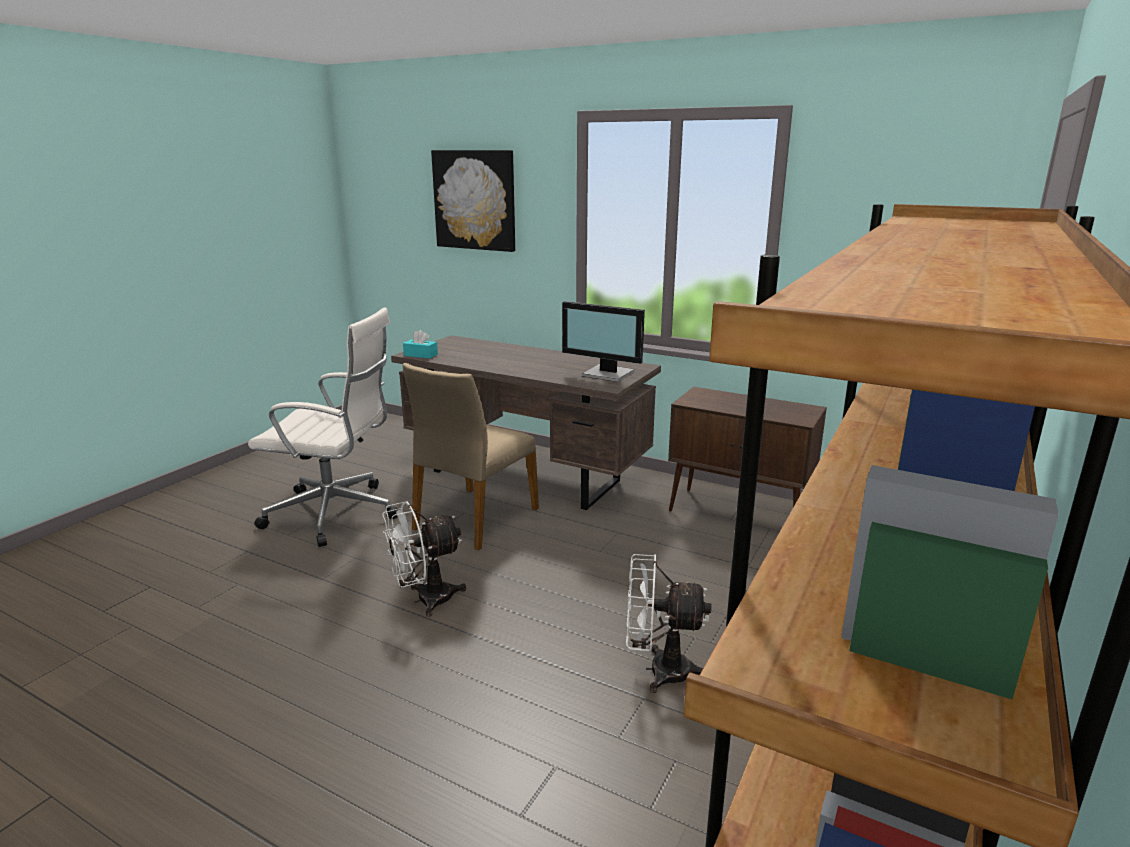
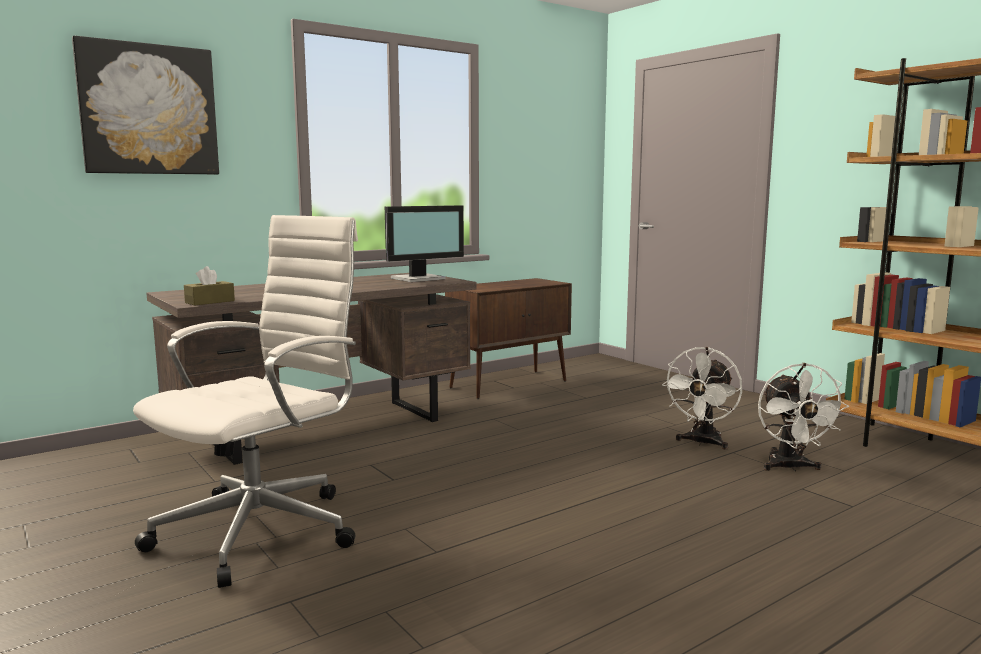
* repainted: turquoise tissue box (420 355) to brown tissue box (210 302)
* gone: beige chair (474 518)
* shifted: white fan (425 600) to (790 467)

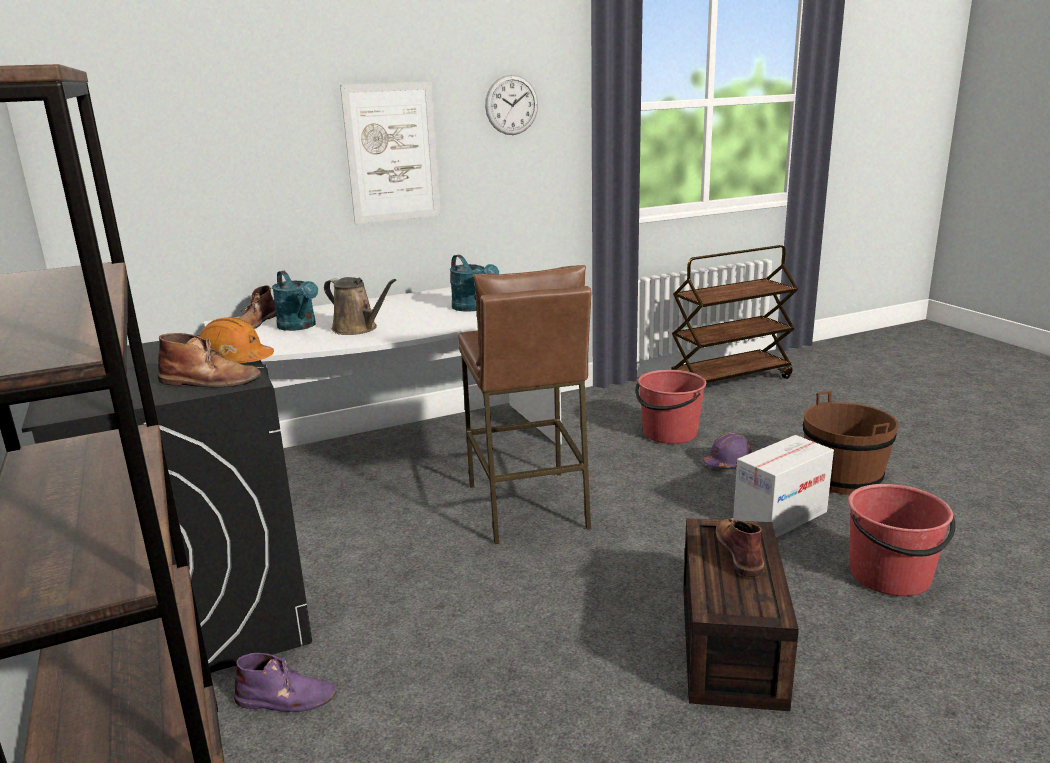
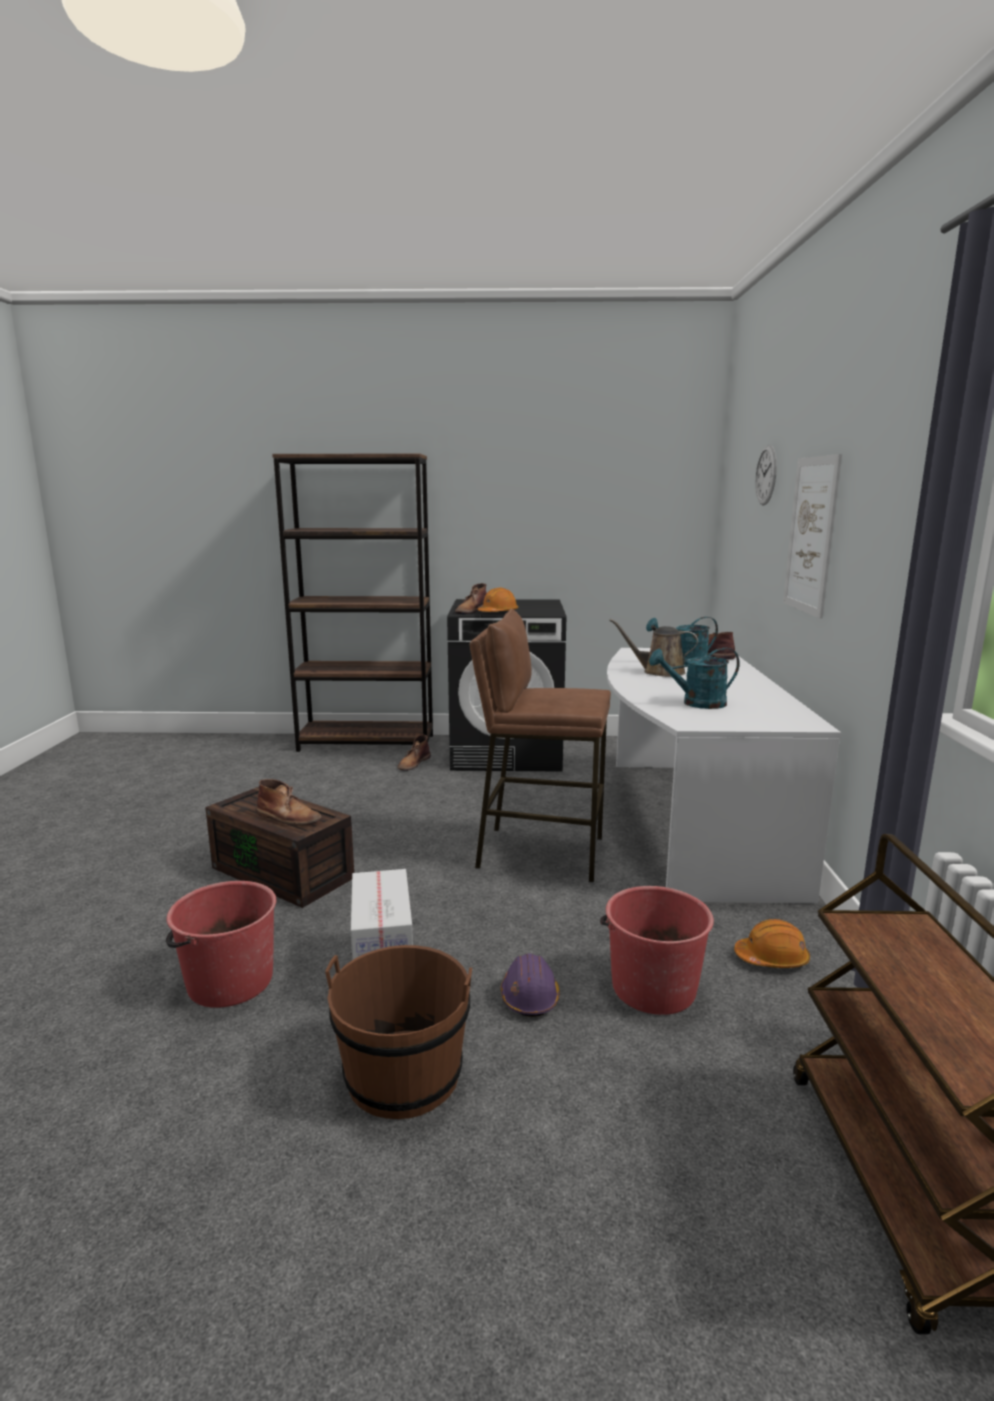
* shifted: wall clock (511 105) to (766 475)
* rotated: brown watering can (358 329) = (659 672) 45 degrees clockwise
* repainted: purple boot (286 698) to brown boot (413 763)
* new: orange hard hat (772 958)

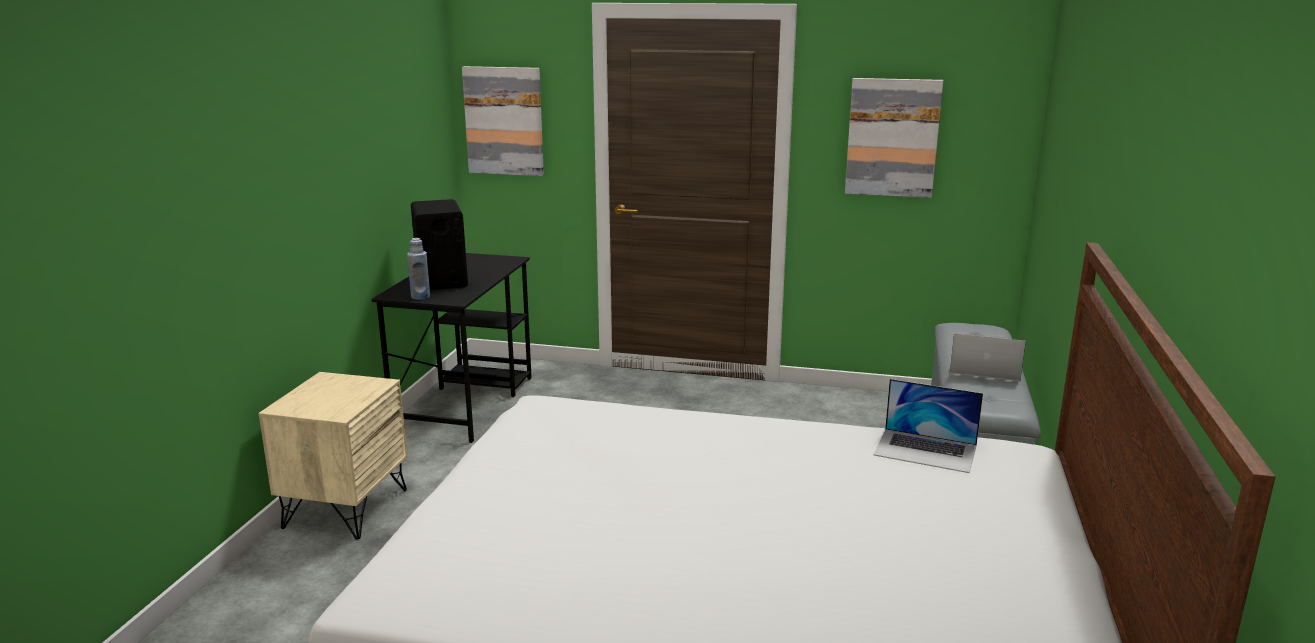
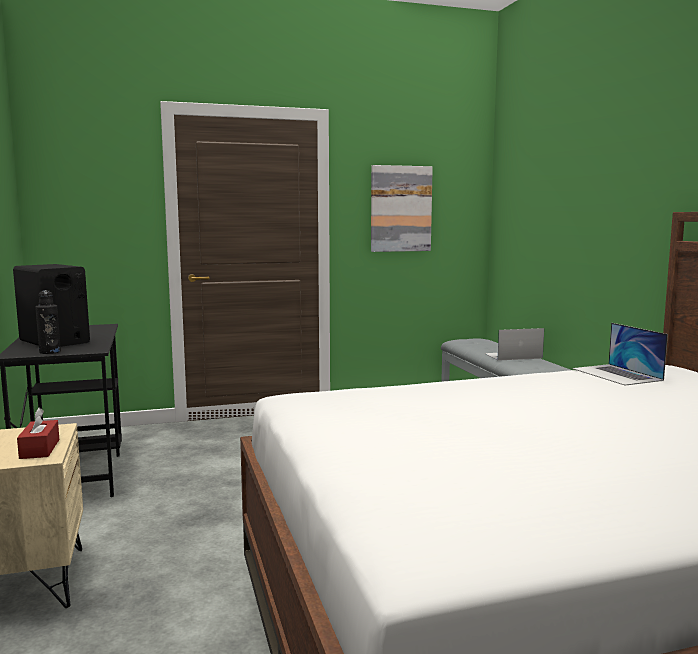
* gone: picture (504 121)
* repainted: blue bottle (420 296) to black bottle (50 352)
* rotated: laptop (926 450) = (616 374) 75 degrees clockwise
* new: red tissue box (40 449)

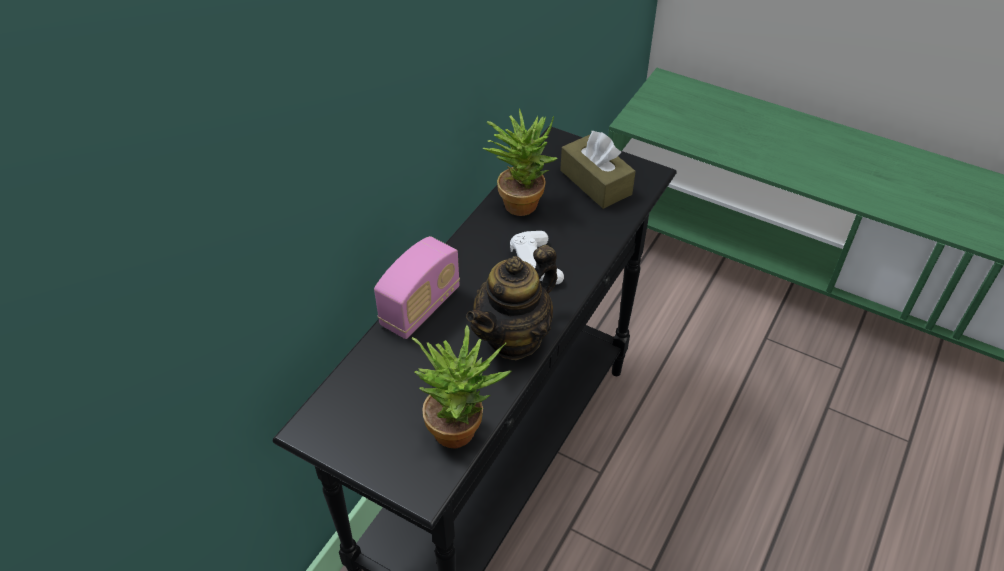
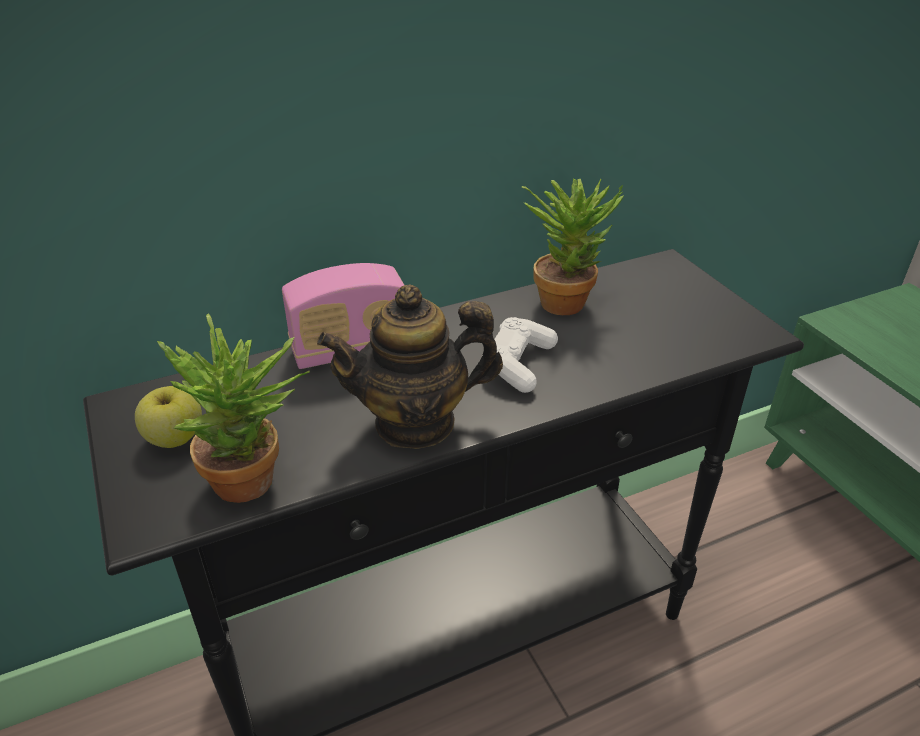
* gone: brown tissue box (595 182)
* new: apple (175 438)

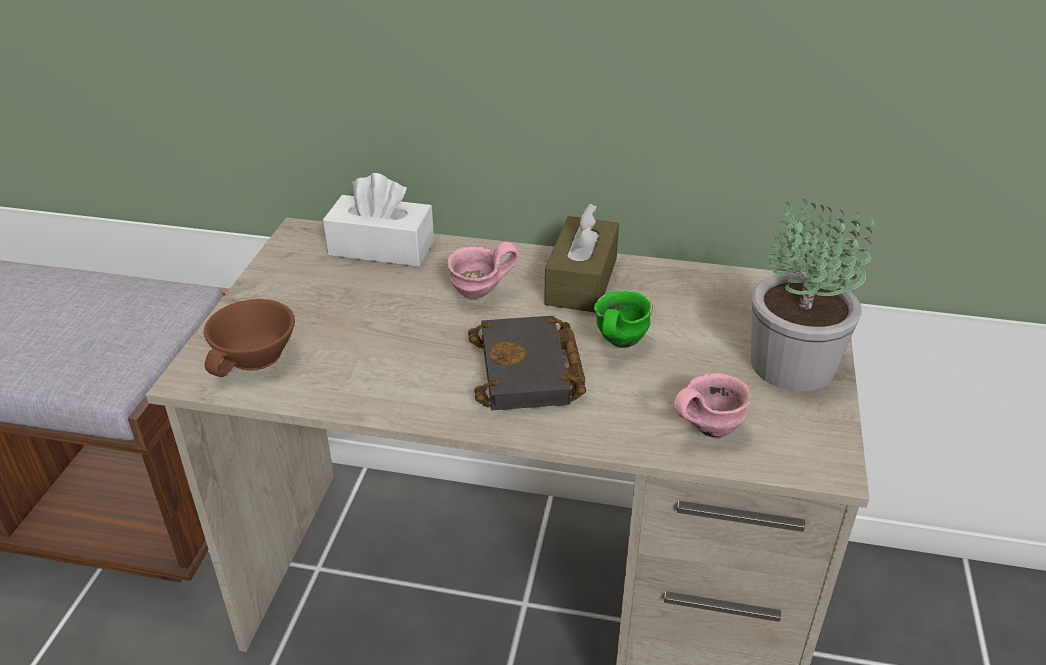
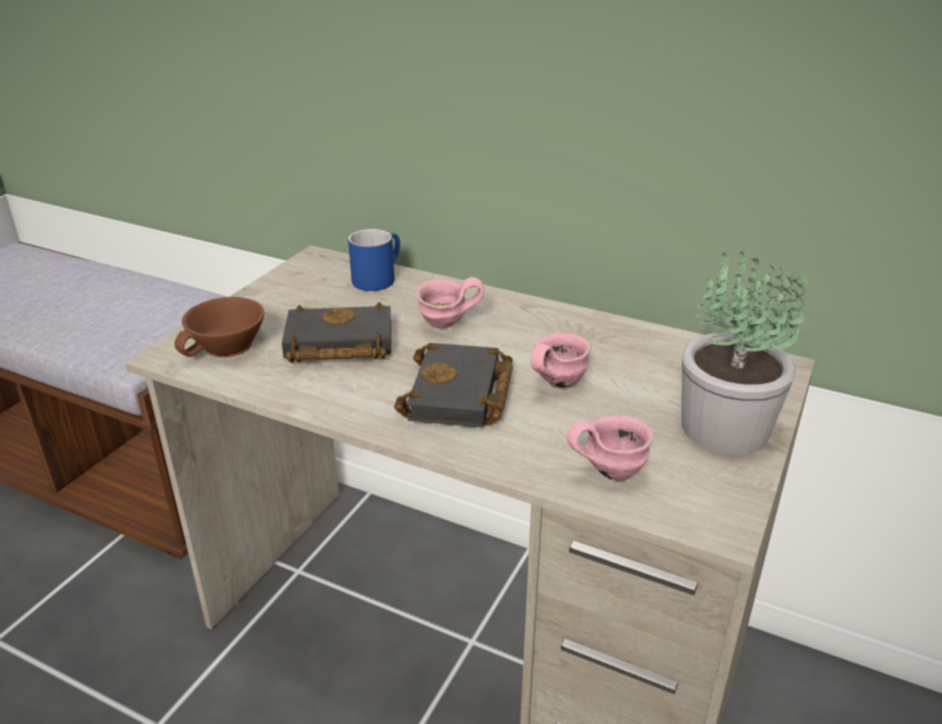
* swapped: white tissue box (381 248) to blue mug (378 278)
* gone: brown tissue box (581 281)
* repainted: green mug (616 343) to pink mug (554 383)
* new: black book (336 344)

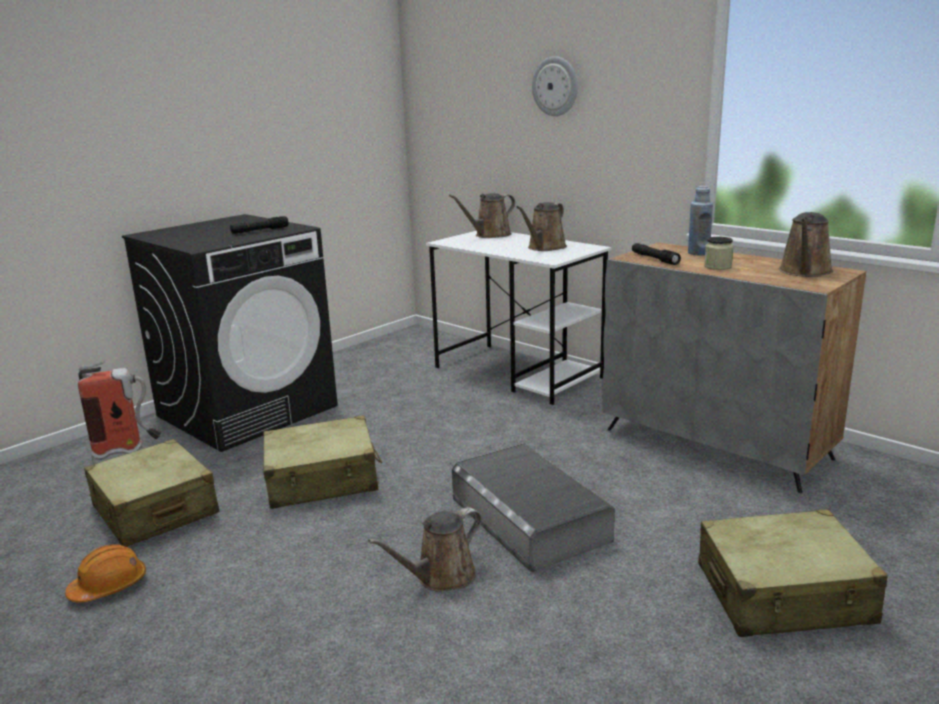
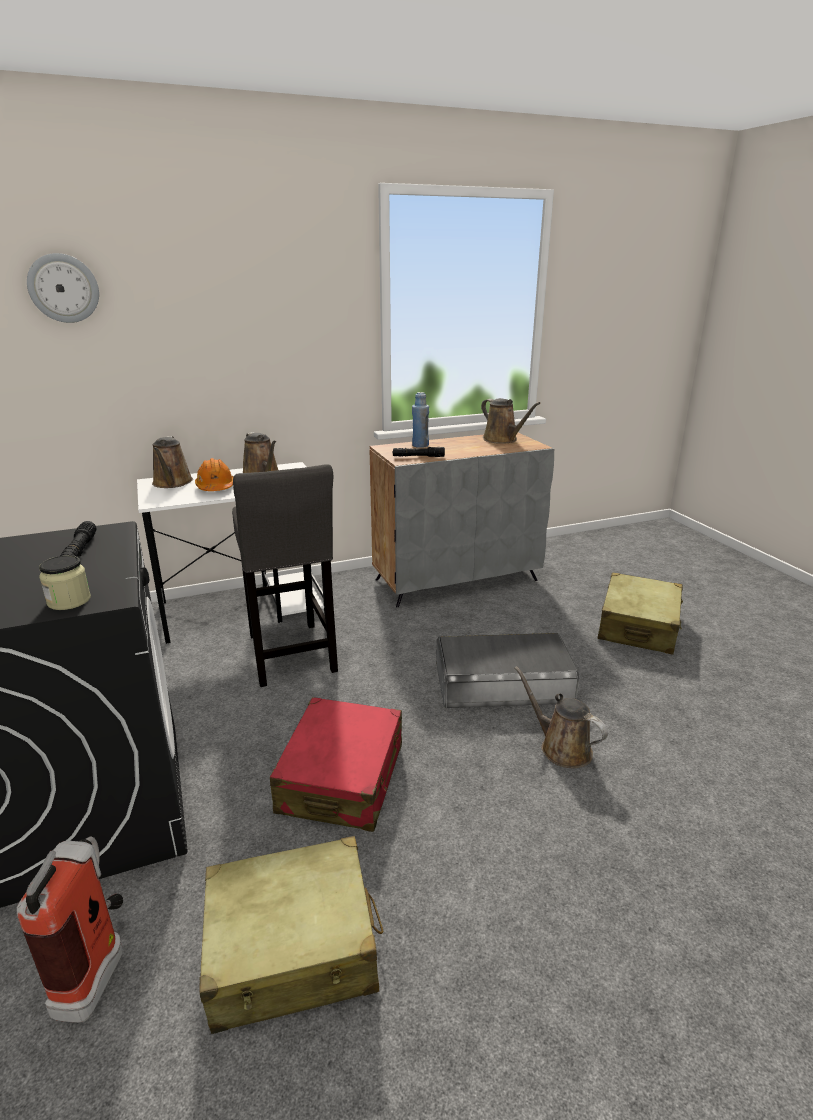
* shifted: wall clock (555 86) to (63 288)
* shifted: jar (717 266) to (69 601)
* repainted: beige suitcase (322 480) to red suitcase (342 778)
* rotated: brown watering can (440 577) = (561 747) 150 degrees clockwise
* shifted: orange hard hat (109 586) to (215 487)
* new: grey stool (291 657)

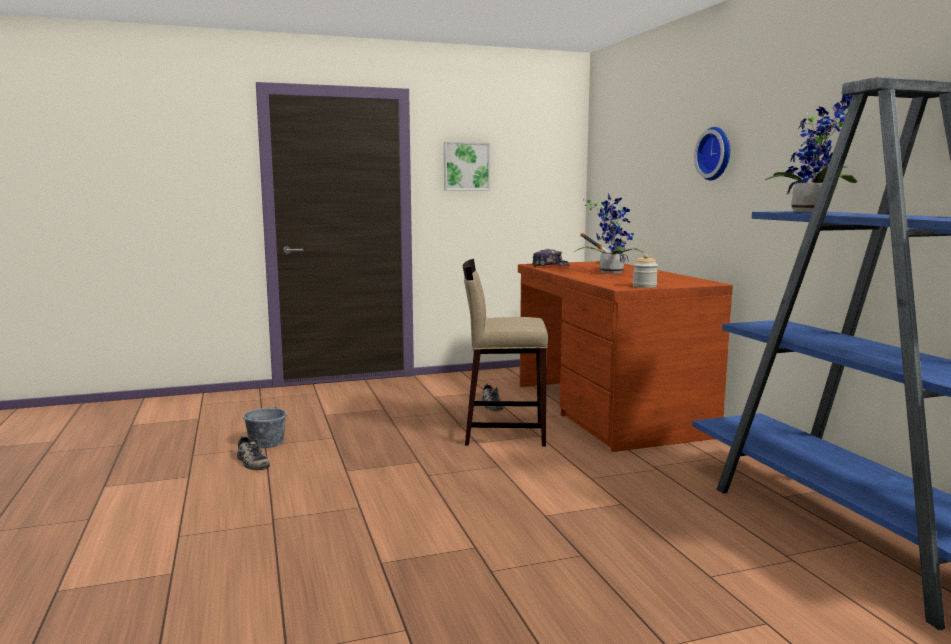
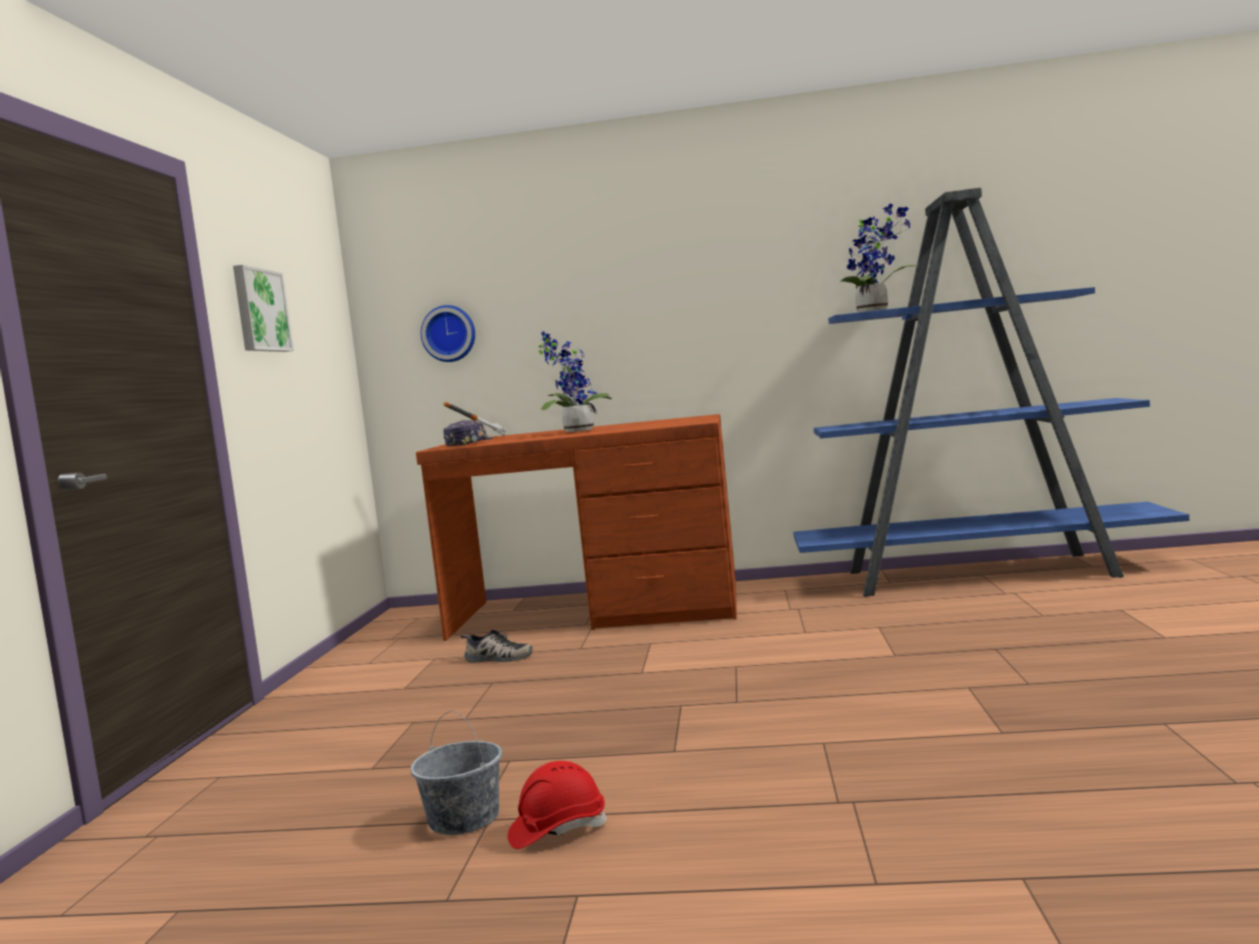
* shifted: wall clock (716 154) to (449 333)
* gone: jar (644 286)
* gone: beige stool (503 432)
* swapped: shoe (251 462) to red hard hat (557 830)

